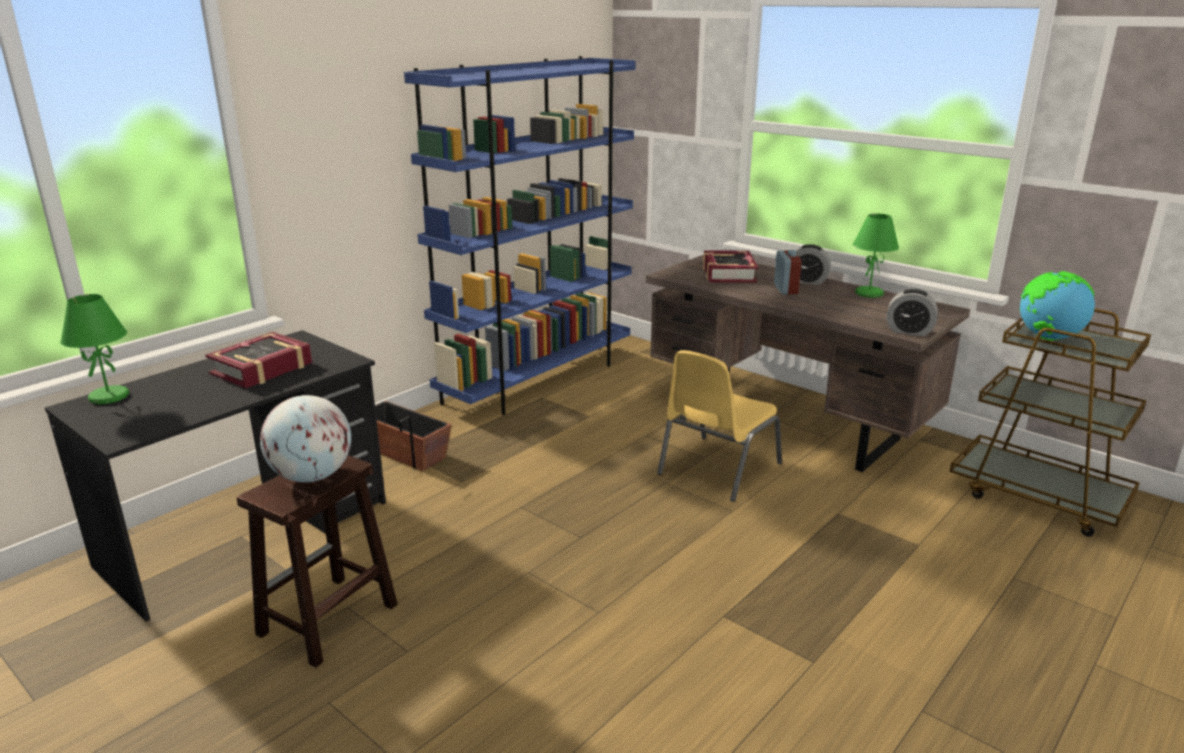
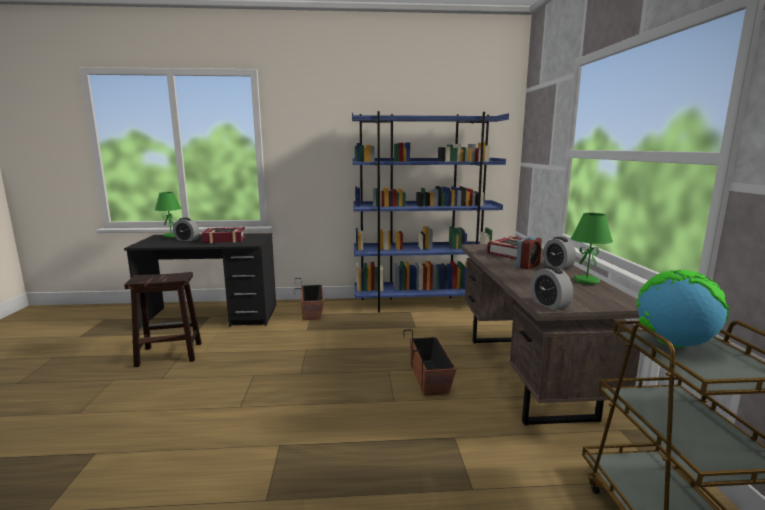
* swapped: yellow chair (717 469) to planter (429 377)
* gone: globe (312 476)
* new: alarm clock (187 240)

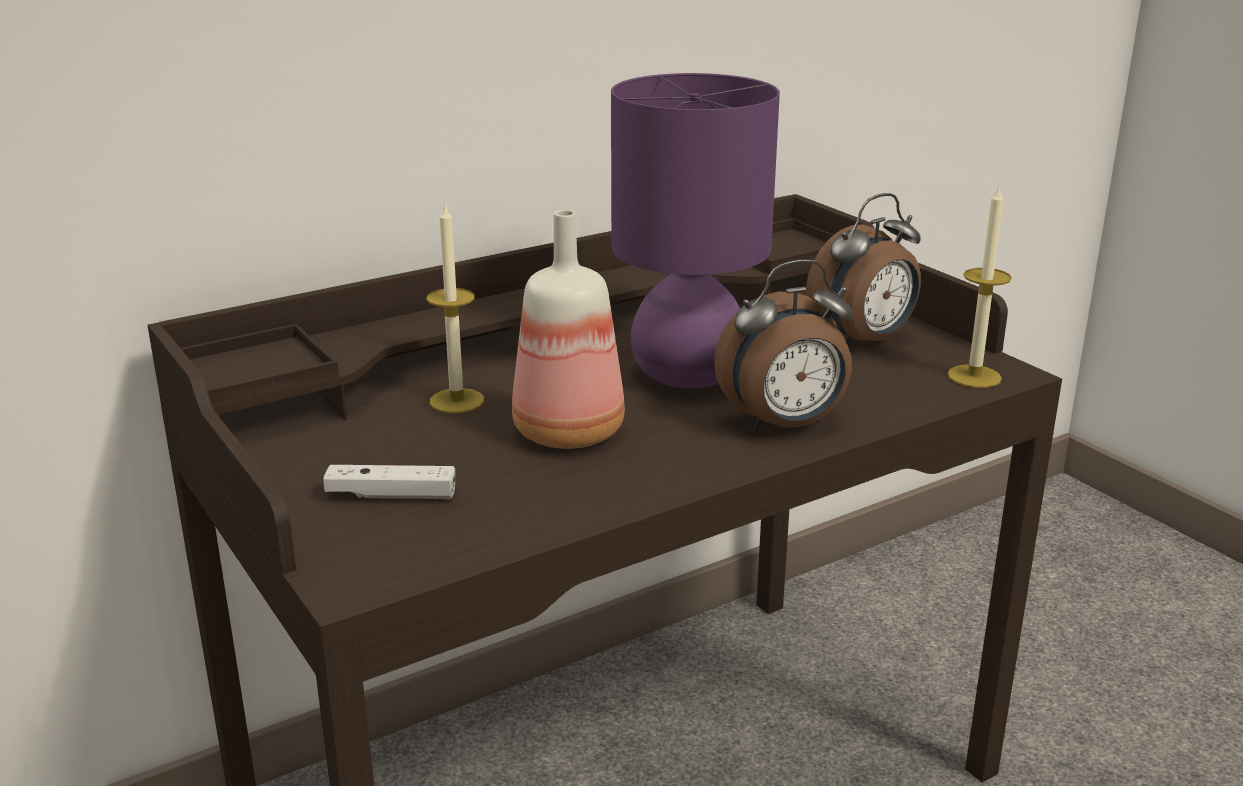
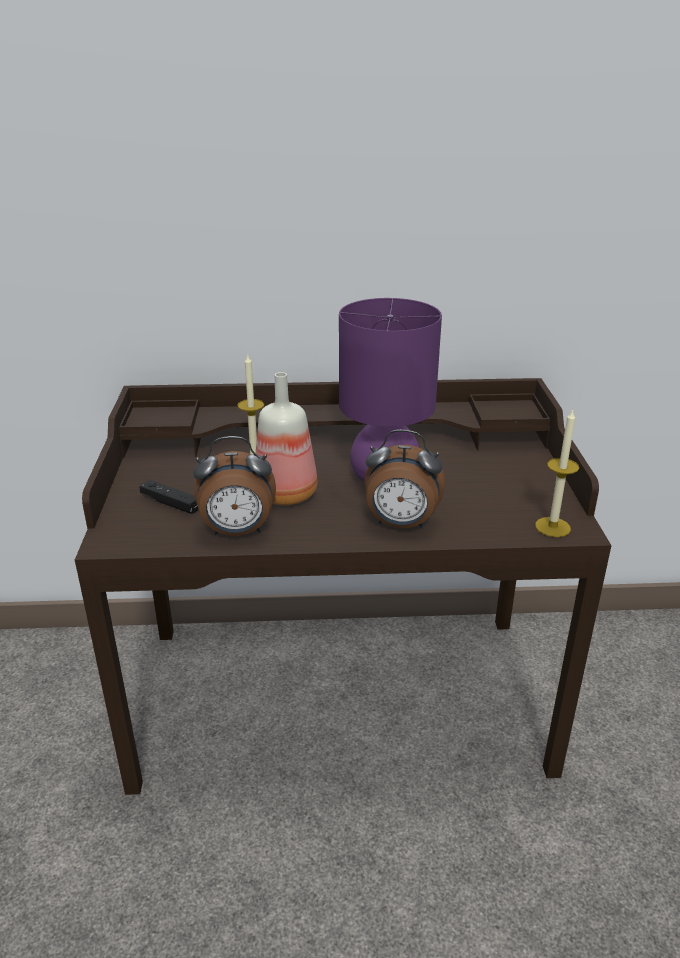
* shifted: alarm clock (864 341) to (237 532)
* repainted: white game controller (391 495) to black game controller (170 503)

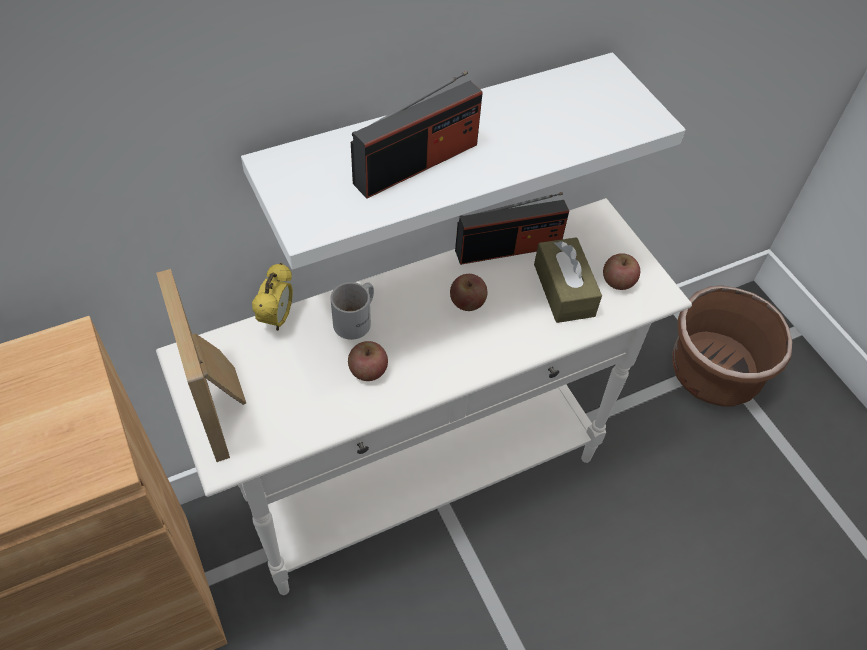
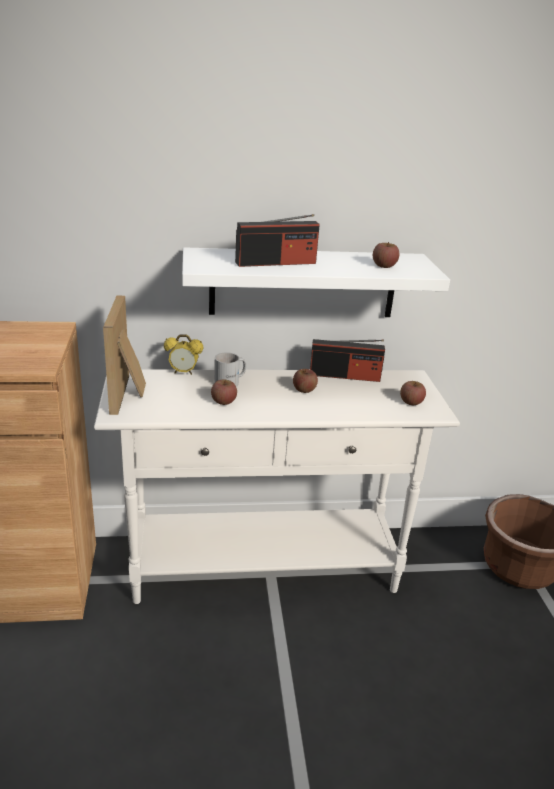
* gone: brown tissue box (564 290)
* rotated: alarm clock (277 319) = (183 372) 60 degrees clockwise
* new: apple (384 266)

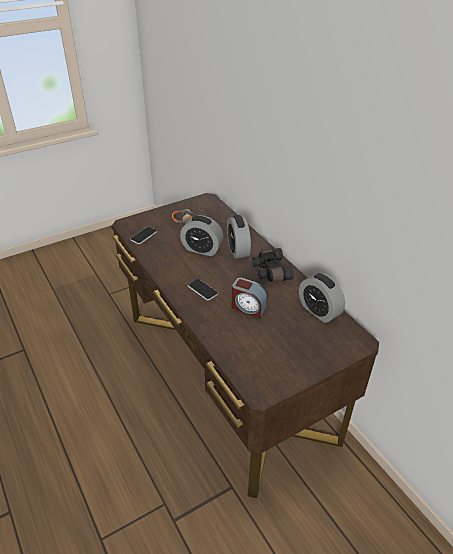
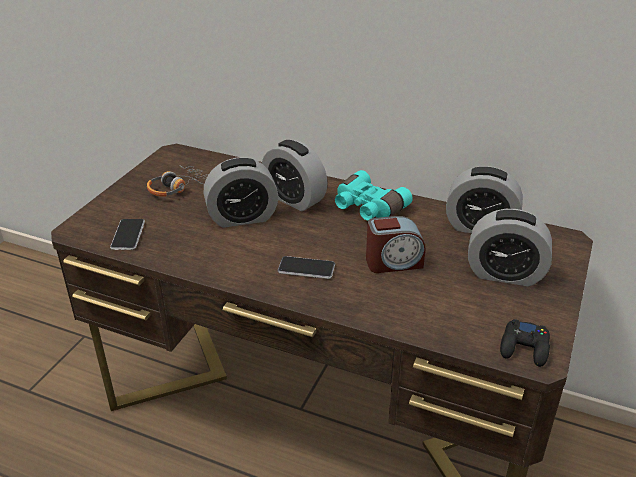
* repainted: black binoculars (270 271) to turquoise binoculars (367 207)
* new: alarm clock (505 274)
* new: black game controller (524 348)

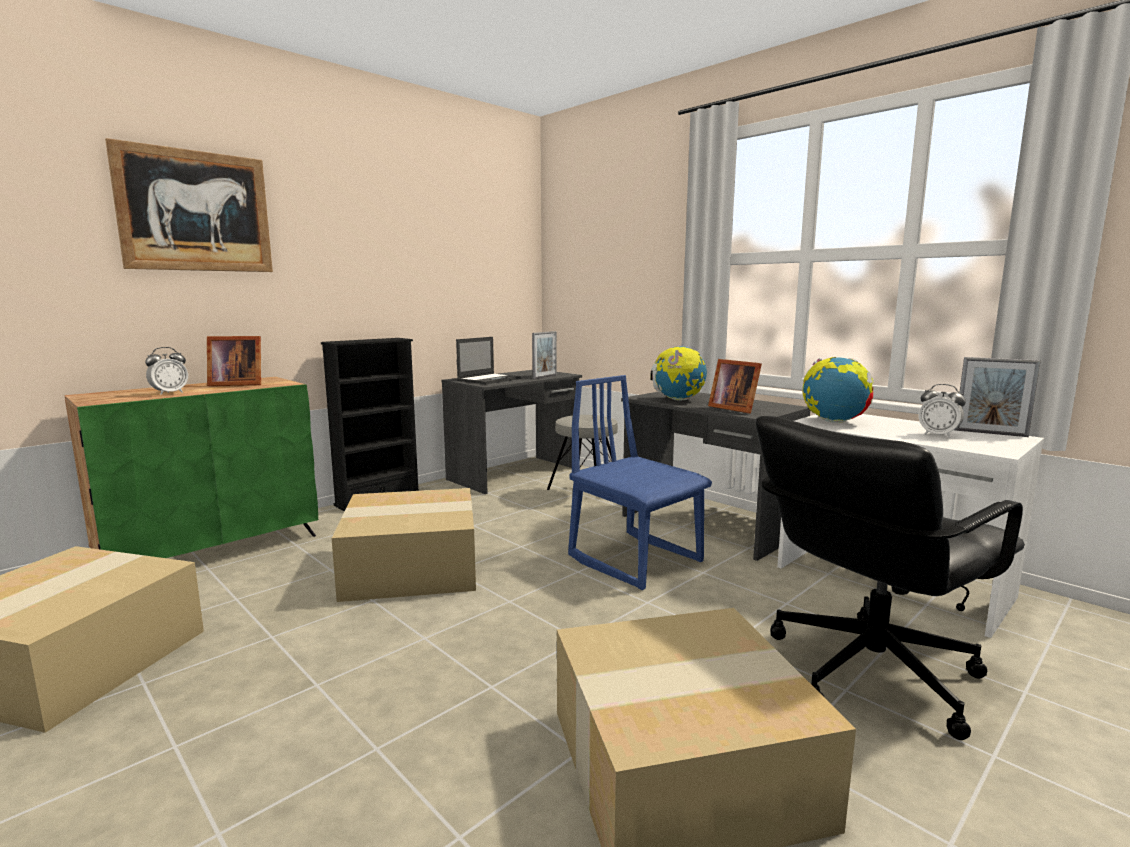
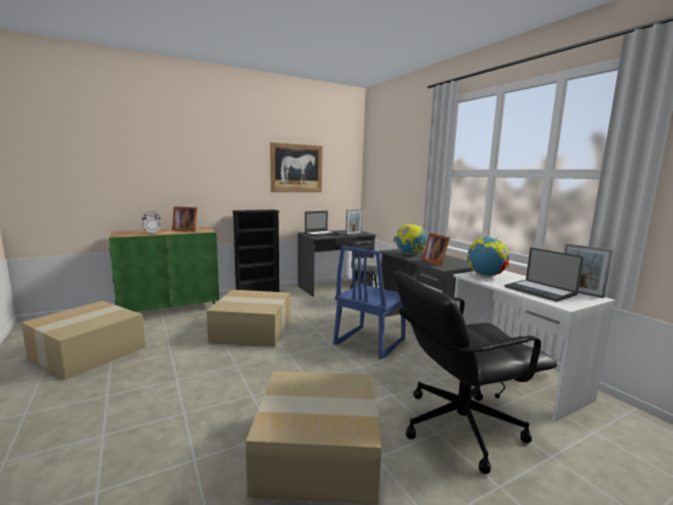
* shifted: picture (195 211) to (296 168)
* rotated: blue chair (636 559) = (369 342) 120 degrees counterclockwise
* swapped: alarm clock (938 435) to laptop (541 291)

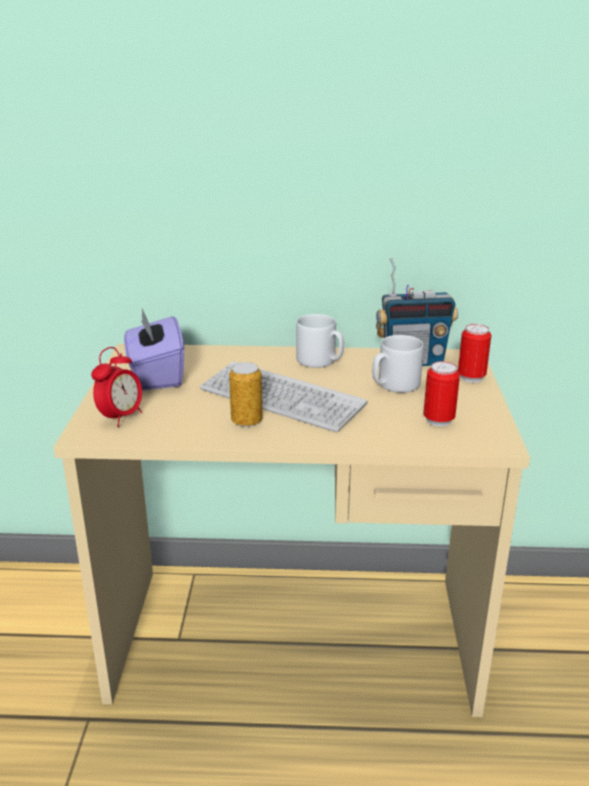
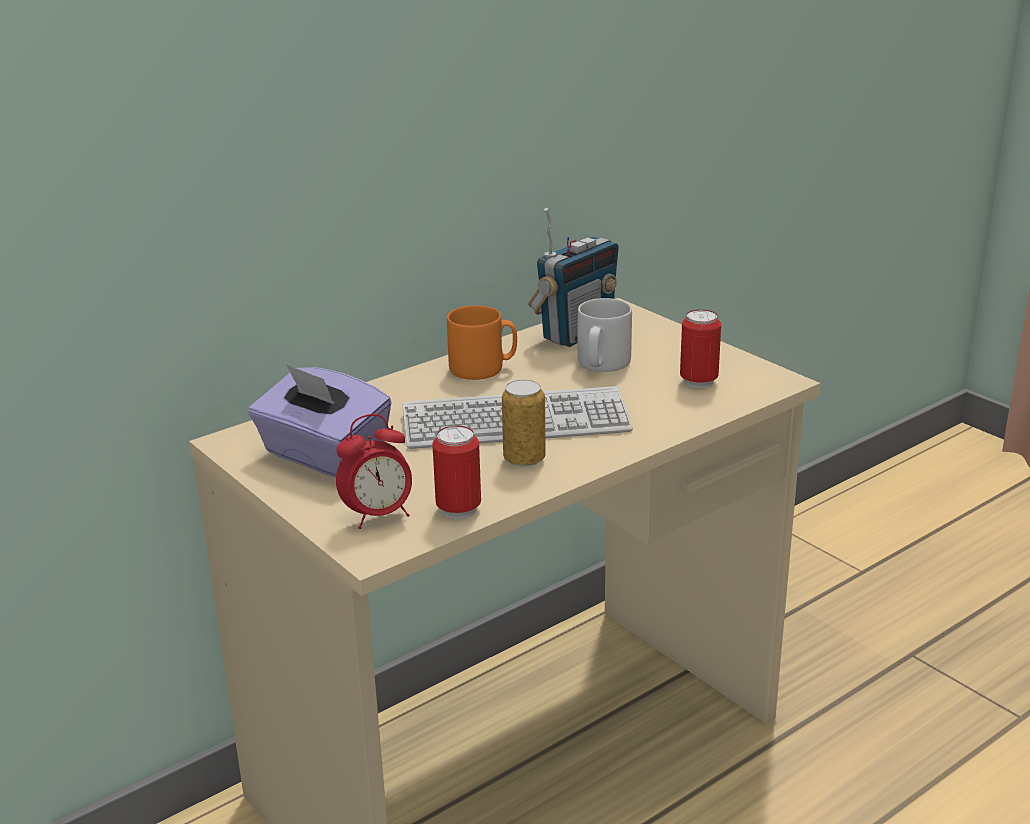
* repainted: grey mug (320 361) to orange mug (483 368)
* shifted: can (471 377) to (458 509)
* rotated: alarm clock (121 417) = (378 516) 75 degrees clockwise

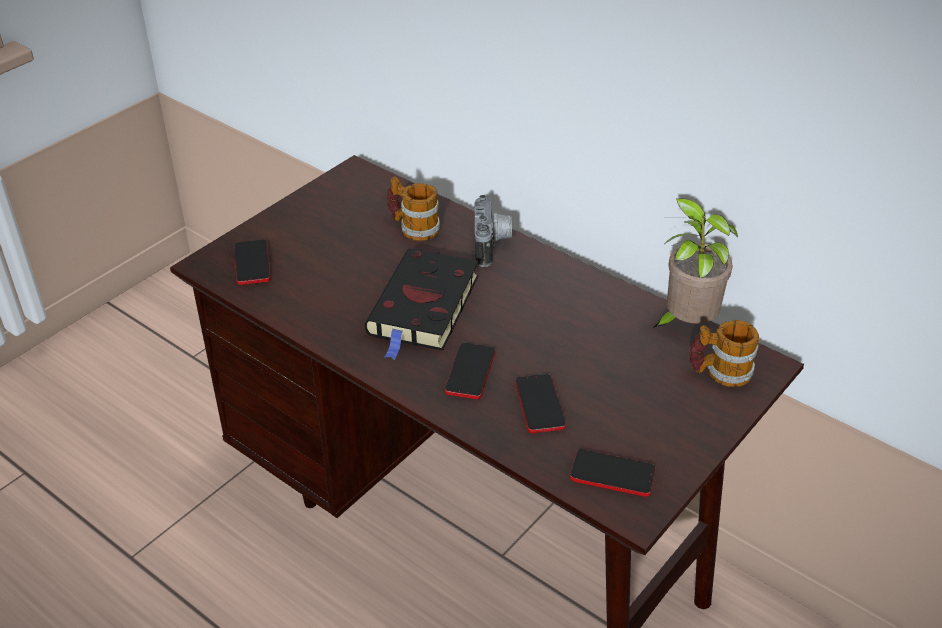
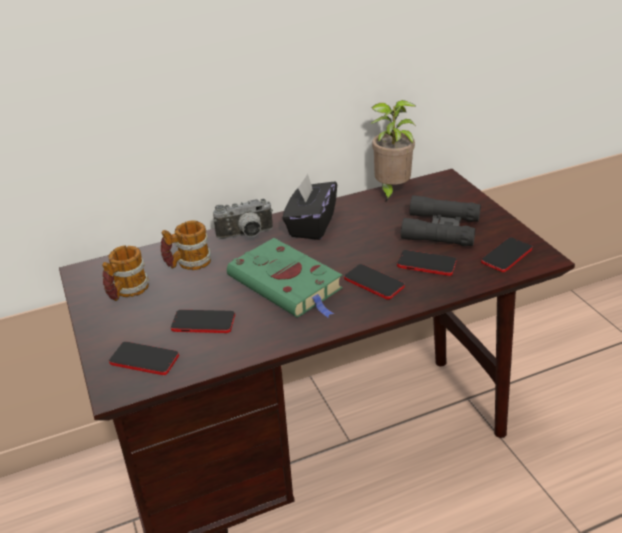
* rotated: photo camera (492 245) = (246 235) 135 degrees clockwise
* repainted: black book (423 308) to green book (287 284)
* shifted: mug (719 373) to (127 291)
* new: black tissue box (311 225)
* new: black binoculars (440 229)
* new: phone (203 322)

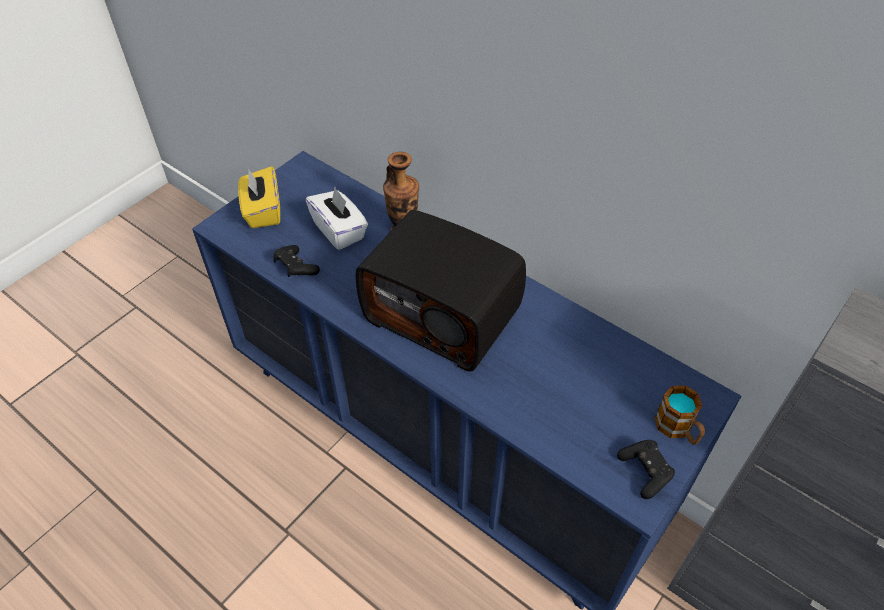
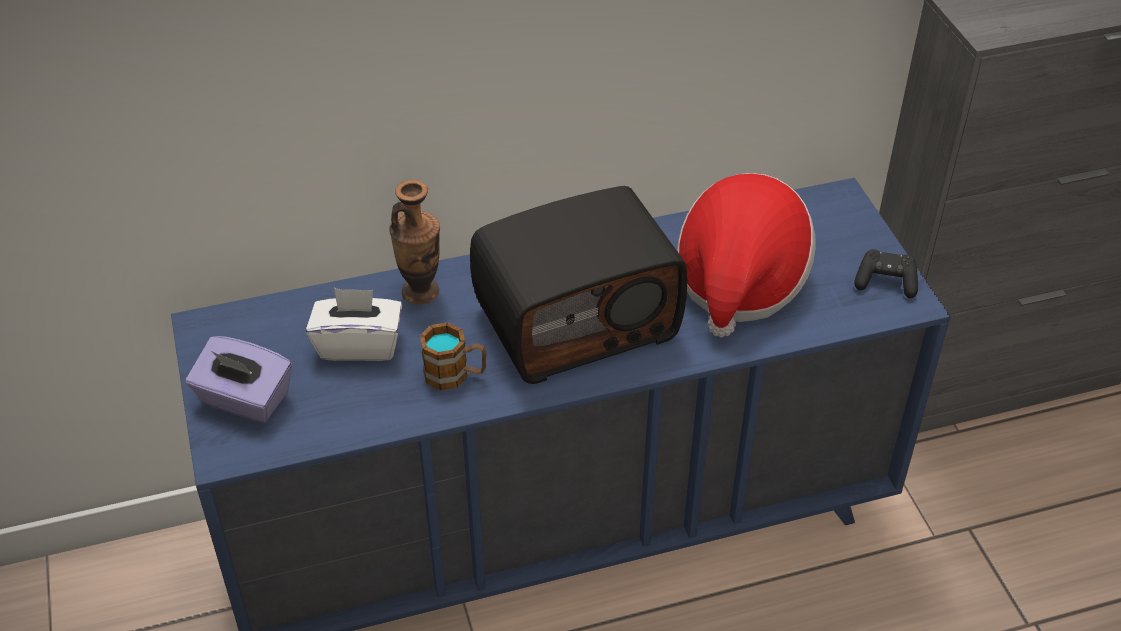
* repainted: yellow tissue box (263 211) to purple tissue box (244 400)
* gone: black game controller (296 268)
* shifted: mug (678 429) to (455 374)
* new: hat (739 282)

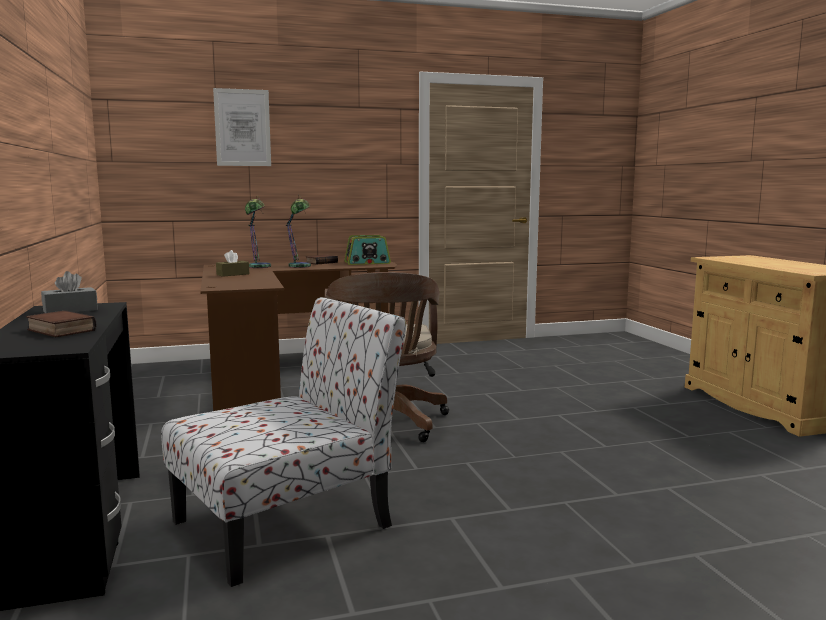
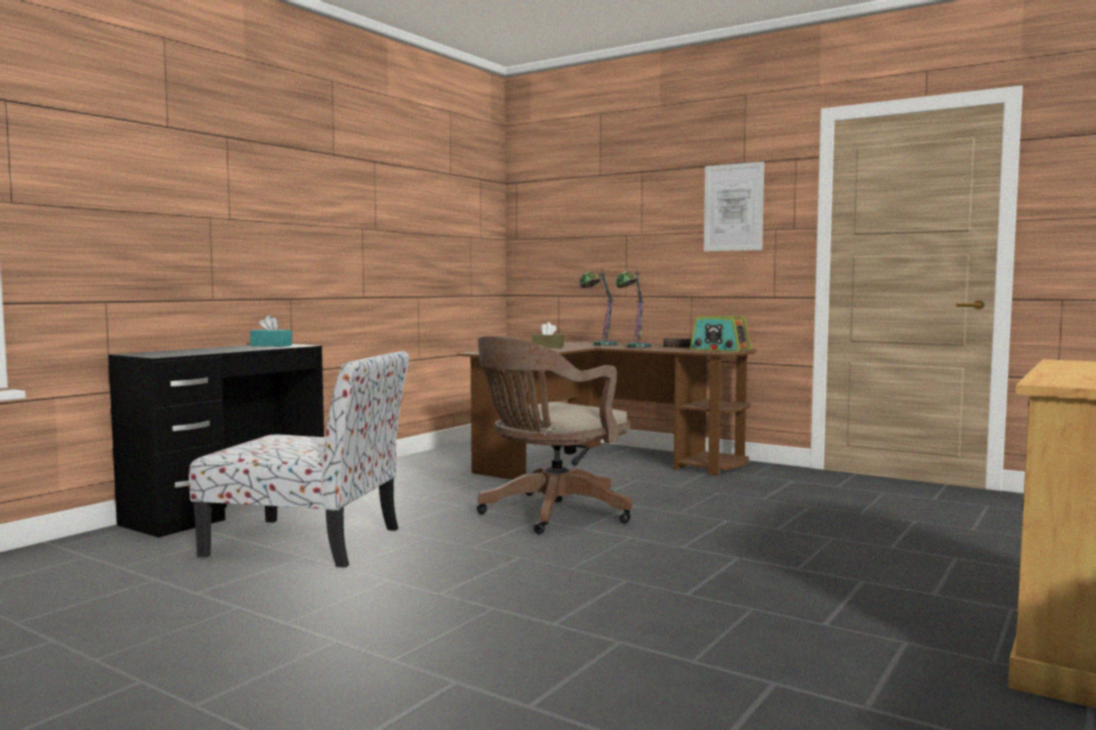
* shifted: picture (242 128) to (733 207)
* repainted: grey tissue box (70 310) to turquoise tissue box (271 345)
* gone: book (59 330)

